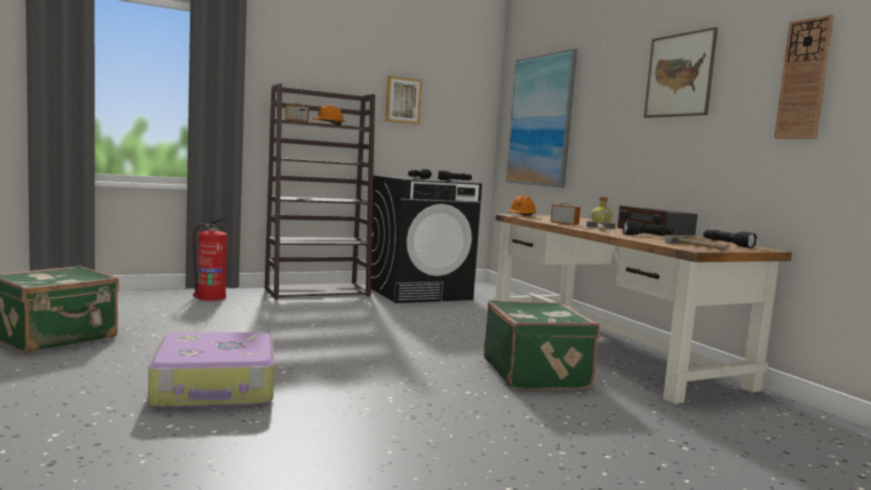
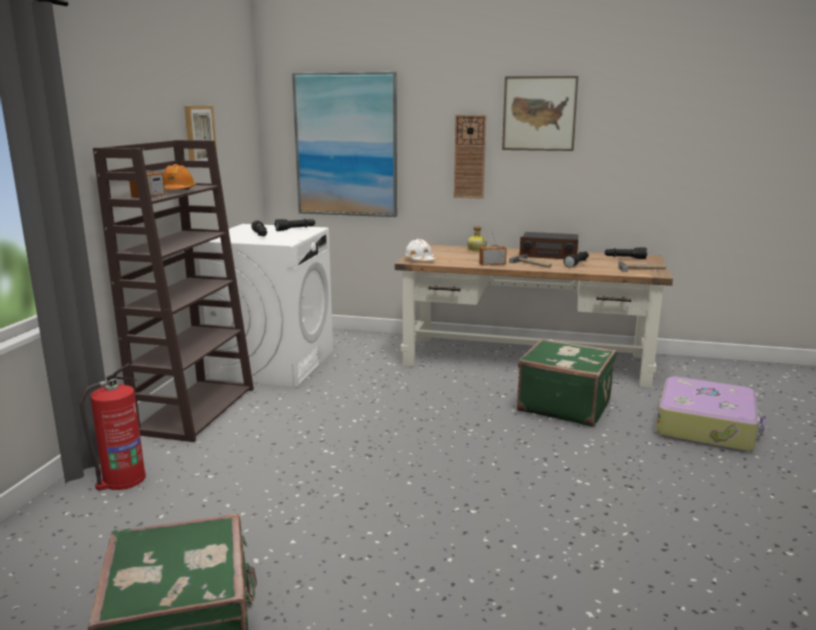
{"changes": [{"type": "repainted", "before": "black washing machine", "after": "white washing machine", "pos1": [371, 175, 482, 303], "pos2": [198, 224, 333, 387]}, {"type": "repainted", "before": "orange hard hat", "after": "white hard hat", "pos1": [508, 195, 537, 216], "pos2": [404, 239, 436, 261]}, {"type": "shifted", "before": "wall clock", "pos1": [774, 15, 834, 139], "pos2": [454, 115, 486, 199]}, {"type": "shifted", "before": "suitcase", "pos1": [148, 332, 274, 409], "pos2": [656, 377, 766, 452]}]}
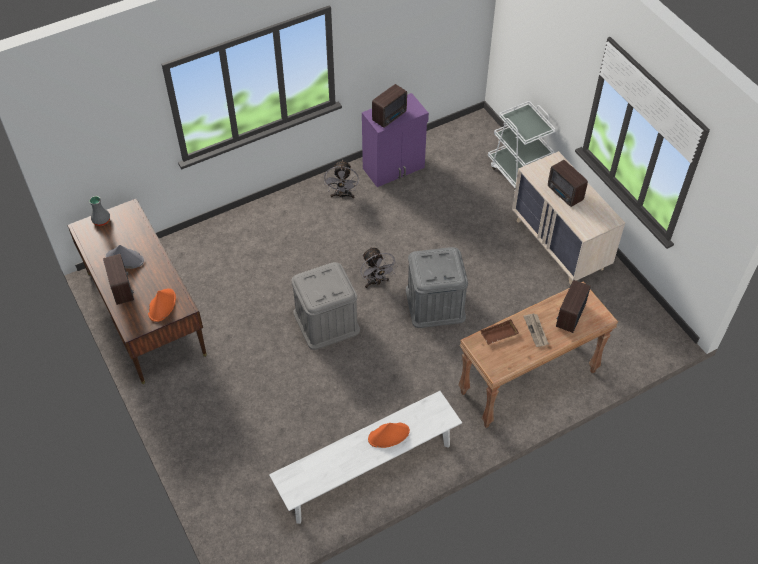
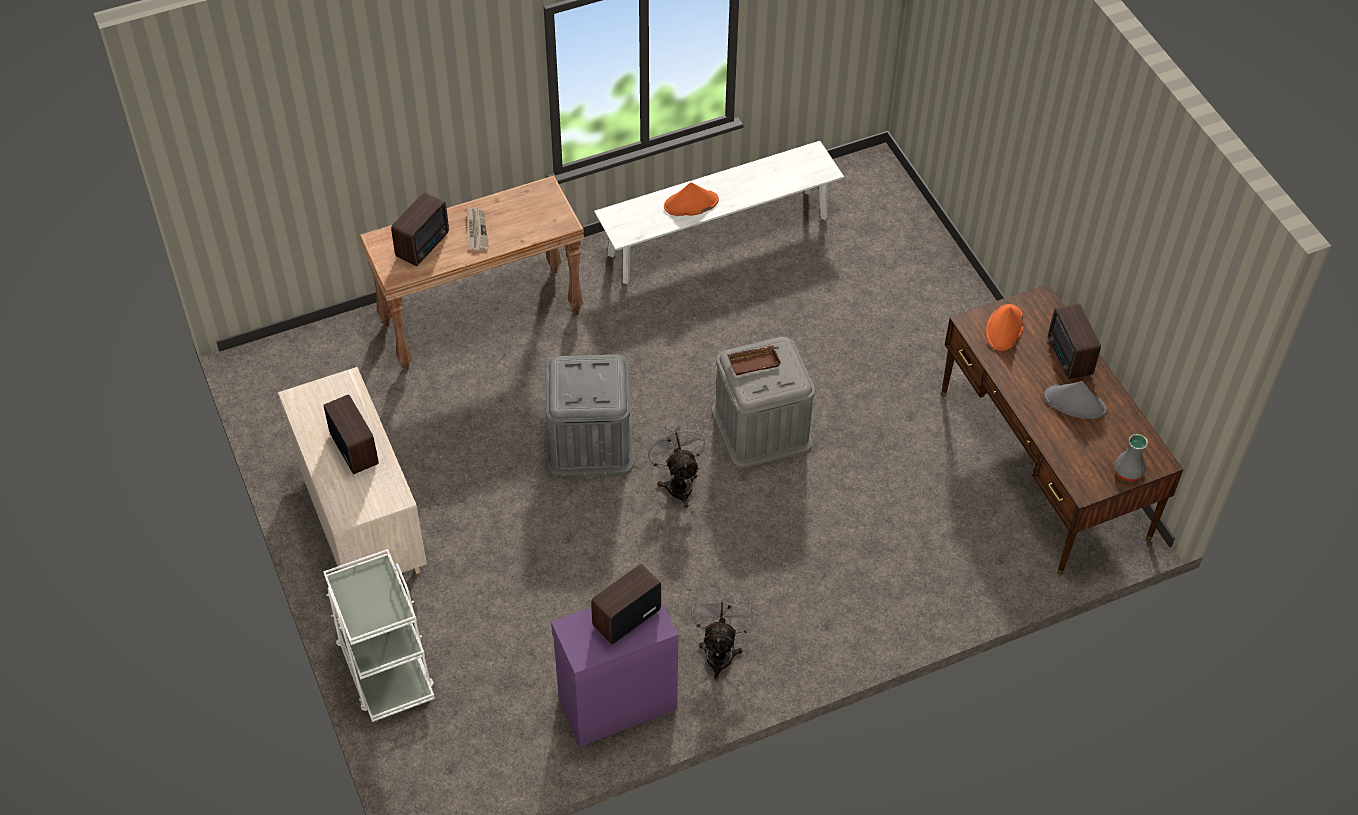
{"changes": [{"type": "shifted", "before": "brown tray", "pos1": [480, 319, 519, 344], "pos2": [727, 345, 781, 375]}]}
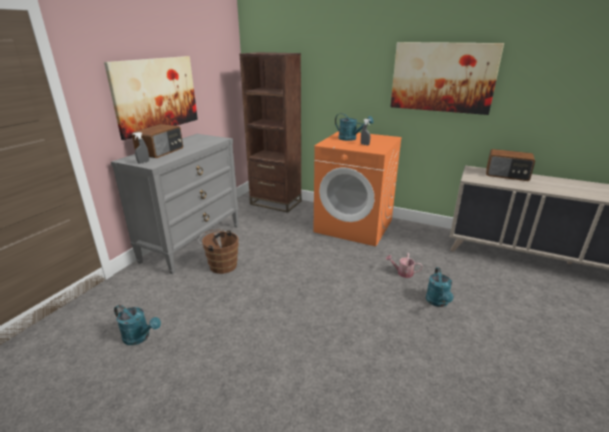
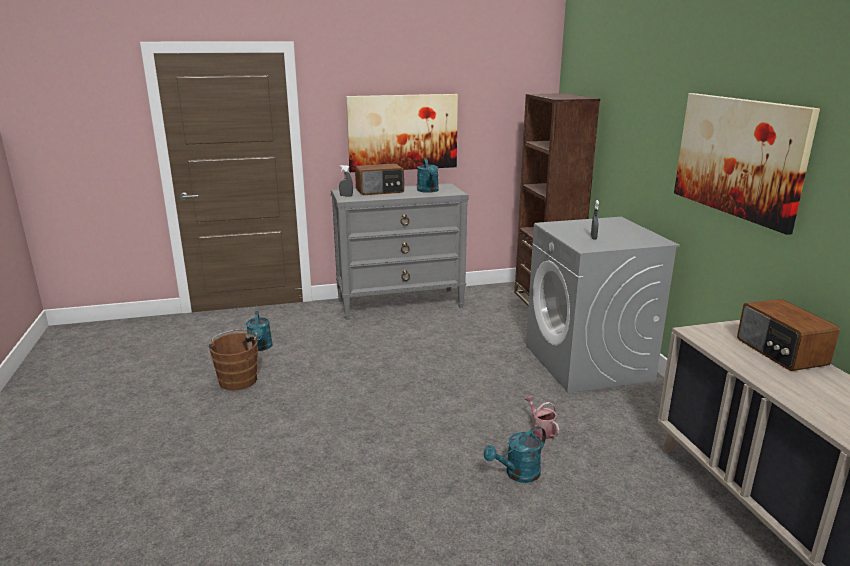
{"changes": [{"type": "shifted", "before": "brown bucket", "pos1": [198, 229, 239, 274], "pos2": [207, 330, 261, 391]}, {"type": "shifted", "before": "turquoise watering can", "pos1": [335, 113, 373, 141], "pos2": [417, 159, 439, 193]}, {"type": "repainted", "before": "orange washing machine", "after": "grey washing machine", "pos1": [313, 131, 402, 246], "pos2": [526, 217, 680, 393]}]}
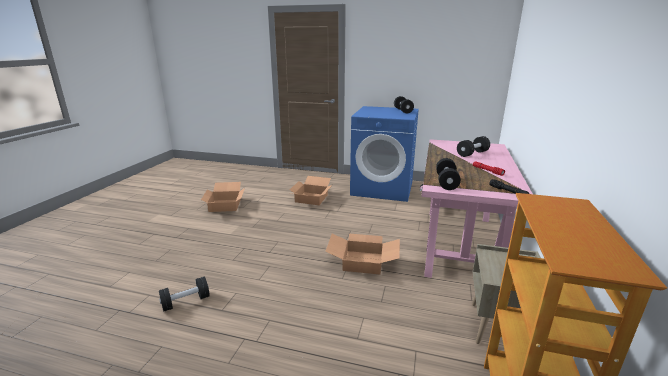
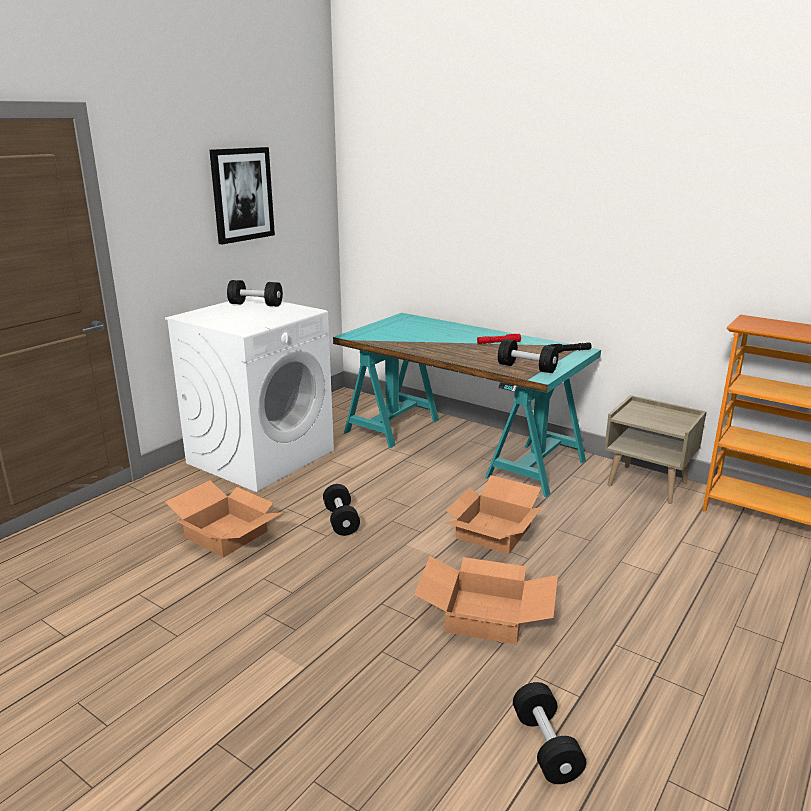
{"changes": [{"type": "repainted", "before": "blue washing machine", "after": "white washing machine", "pos1": [350, 106, 419, 202], "pos2": [165, 296, 334, 492]}, {"type": "new", "after": "picture", "pos2": [210, 147, 275, 244]}, {"type": "shifted", "before": "black dumbbell", "pos1": [457, 136, 490, 157], "pos2": [323, 484, 360, 536]}, {"type": "repainted", "before": "pink desk", "after": "turquoise desk", "pos1": [420, 139, 533, 278], "pos2": [333, 313, 601, 497]}, {"type": "shifted", "before": "cardboard box", "pos1": [201, 182, 245, 212], "pos2": [414, 556, 558, 644]}]}
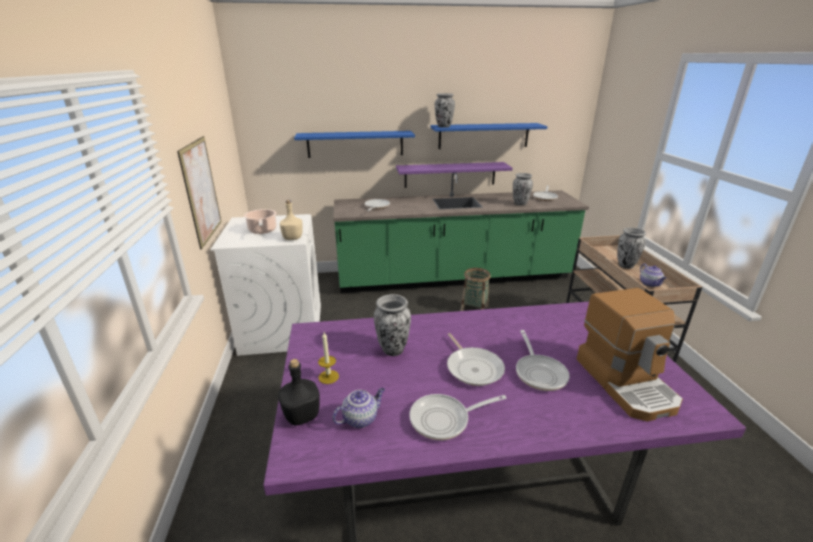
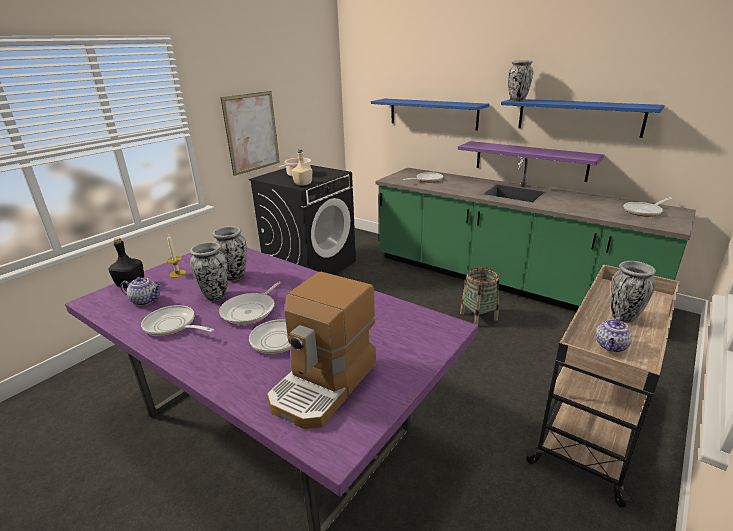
{"changes": [{"type": "shifted", "before": "vase", "pos1": [513, 173, 533, 206], "pos2": [190, 242, 228, 301]}, {"type": "repainted", "before": "white washing machine", "after": "black washing machine", "pos1": [211, 214, 321, 356], "pos2": [249, 165, 356, 275]}]}
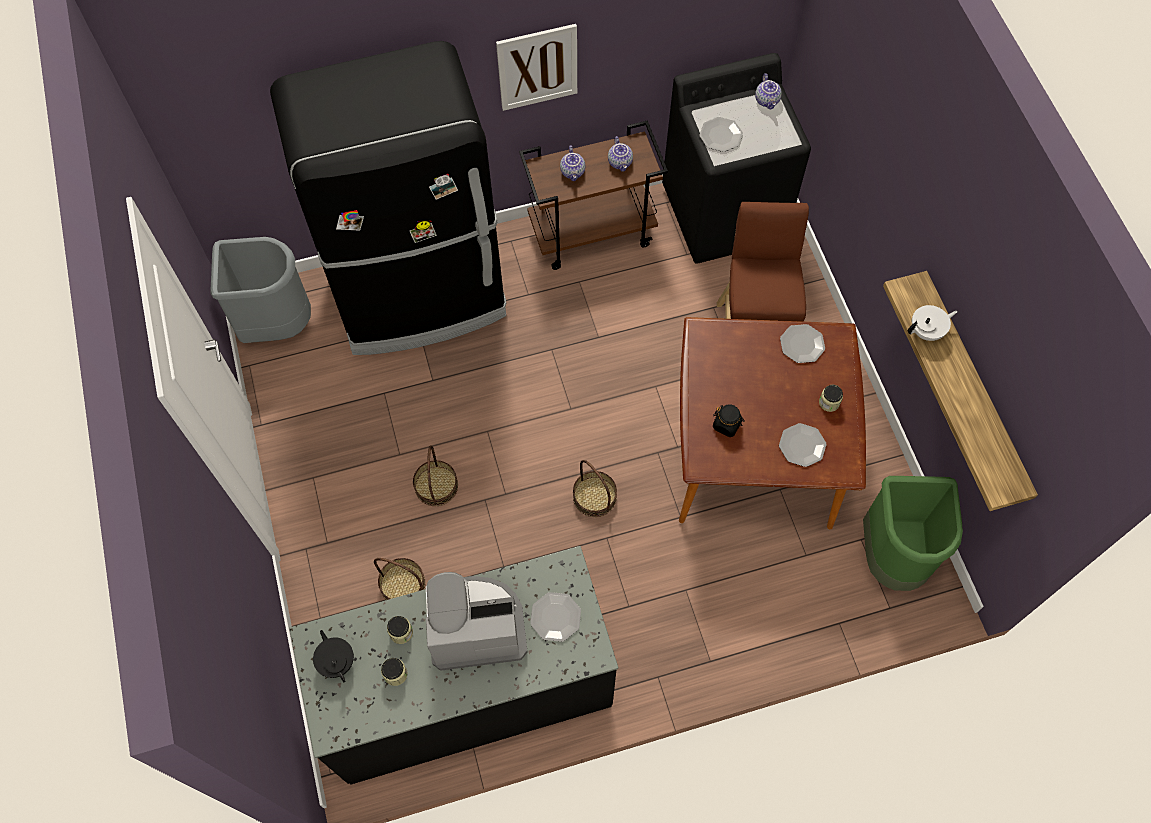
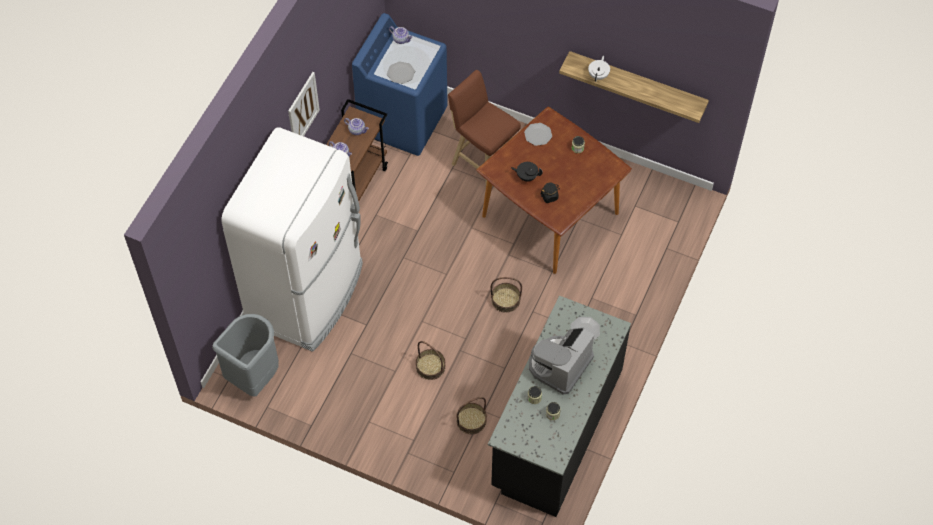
{"changes": [{"type": "repainted", "before": "black fridge", "after": "white fridge", "pos1": [270, 41, 506, 355], "pos2": [221, 127, 363, 352]}, {"type": "repainted", "before": "black washing machine", "after": "blue washing machine", "pos1": [662, 53, 811, 264], "pos2": [352, 13, 448, 156]}, {"type": "shifted", "before": "black teapot", "pos1": [313, 630, 354, 682], "pos2": [511, 162, 543, 181]}, {"type": "gone", "before": "plate", "pos1": [779, 423, 827, 467]}, {"type": "gone", "before": "green trash can", "pos1": [863, 476, 963, 591]}]}
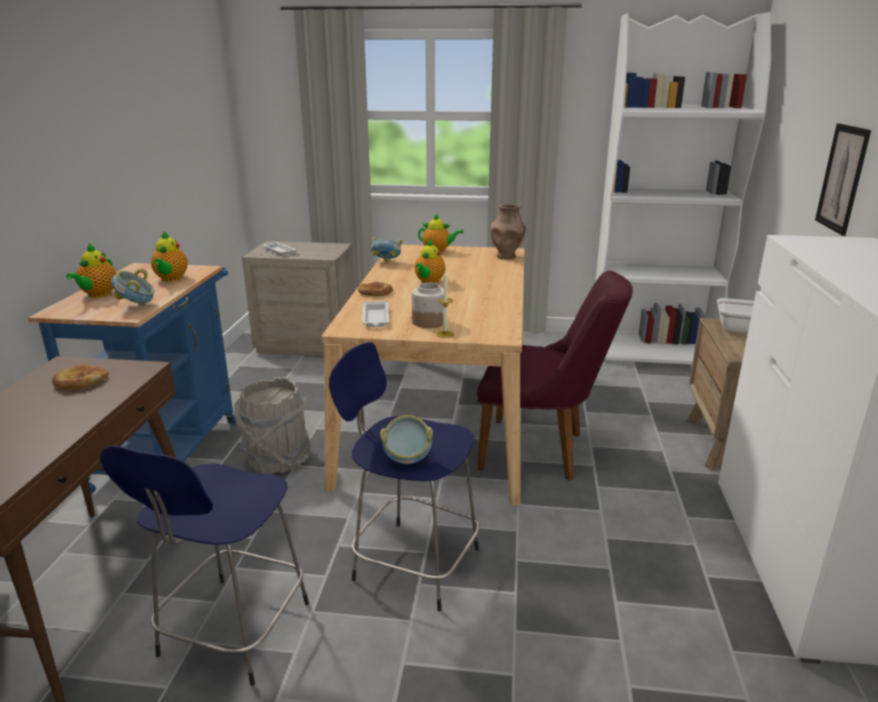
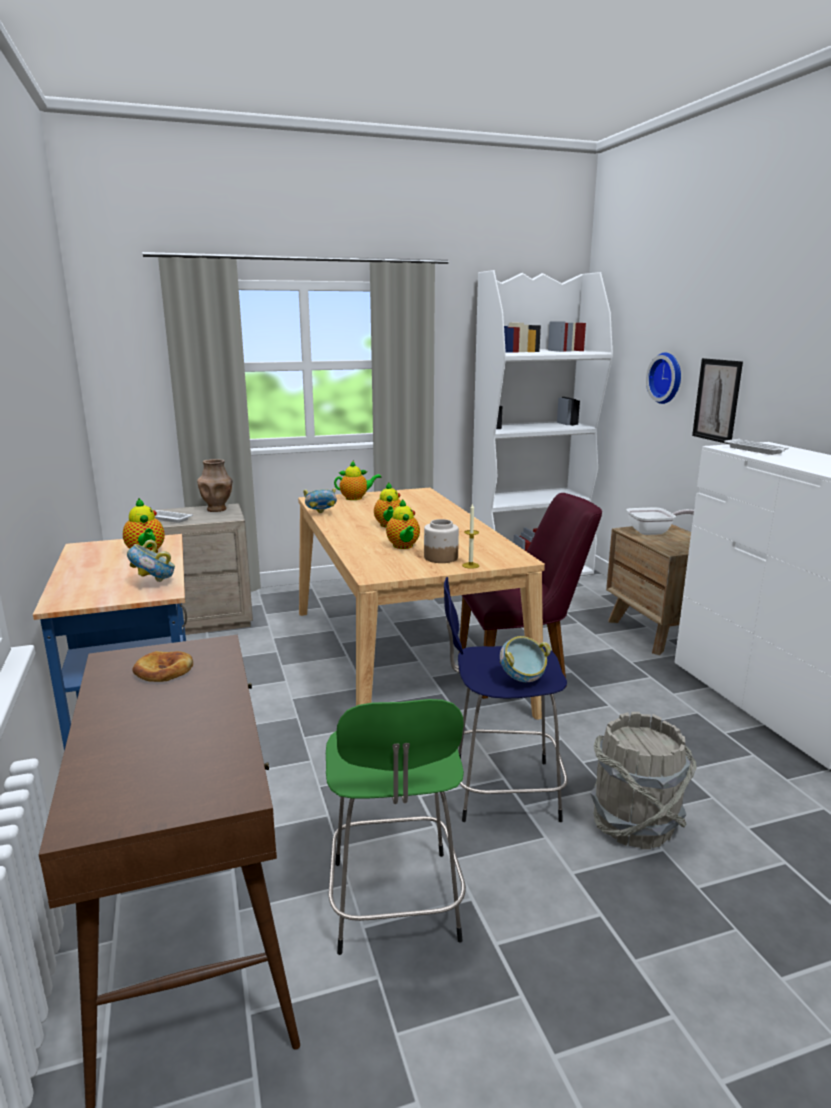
{"changes": [{"type": "shifted", "before": "brown vase", "pos1": [490, 204, 526, 259], "pos2": [197, 459, 233, 512]}, {"type": "repainted", "before": "blue stool", "after": "green stool", "pos1": [100, 445, 309, 686], "pos2": [326, 699, 466, 955]}, {"type": "shifted", "before": "teapot", "pos1": [66, 243, 117, 298], "pos2": [386, 499, 420, 549]}, {"type": "shifted", "before": "grey bucket", "pos1": [234, 377, 311, 474], "pos2": [590, 712, 697, 849]}, {"type": "new", "after": "wall clock", "pos2": [646, 352, 681, 404]}, {"type": "shifted", "before": "white tray", "pos1": [362, 301, 389, 327], "pos2": [724, 439, 789, 455]}, {"type": "gone", "before": "bread", "pos1": [358, 282, 393, 296]}]}
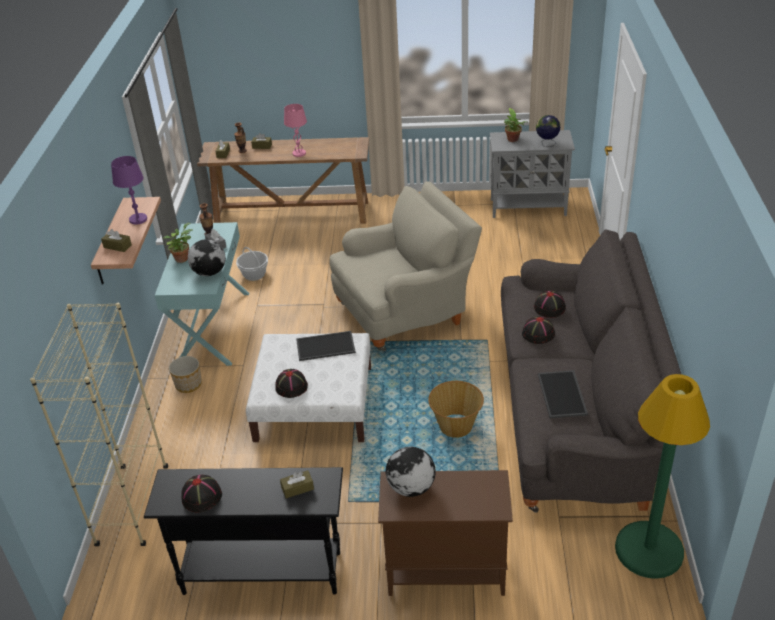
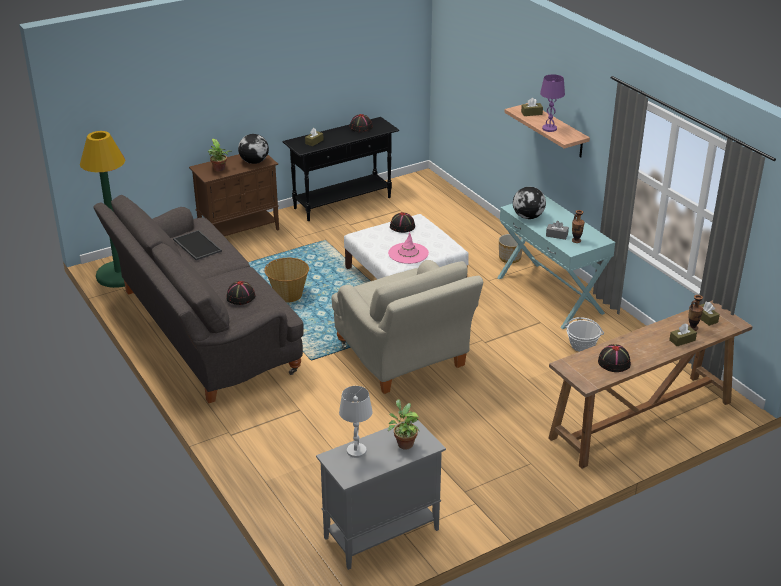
{"changes": [{"type": "shifted", "before": "potted plant", "pos1": [163, 223, 193, 263], "pos2": [208, 138, 230, 172]}, {"type": "rotated", "before": "beige armchair", "pos1": [330, 181, 482, 351], "pos2": [332, 260, 483, 394], "turn": -60}, {"type": "swapped", "before": "globe", "after": "white table lamp", "pos1": [536, 115, 560, 147], "pos2": [339, 386, 373, 458]}, {"type": "swapped", "before": "tray", "after": "pink hat", "pos1": [296, 331, 356, 361], "pos2": [388, 232, 429, 264]}, {"type": "shifted", "before": "black hat", "pos1": [522, 316, 555, 344], "pos2": [598, 344, 631, 372]}, {"type": "gone", "before": "beige bookcase", "pos1": [30, 303, 168, 546]}, {"type": "gone", "before": "pink table lamp", "pos1": [284, 104, 307, 157]}]}
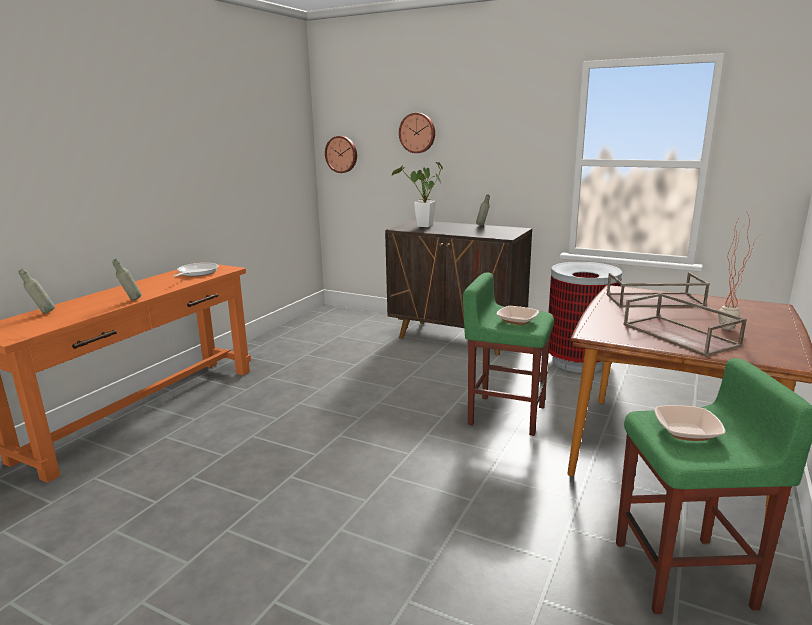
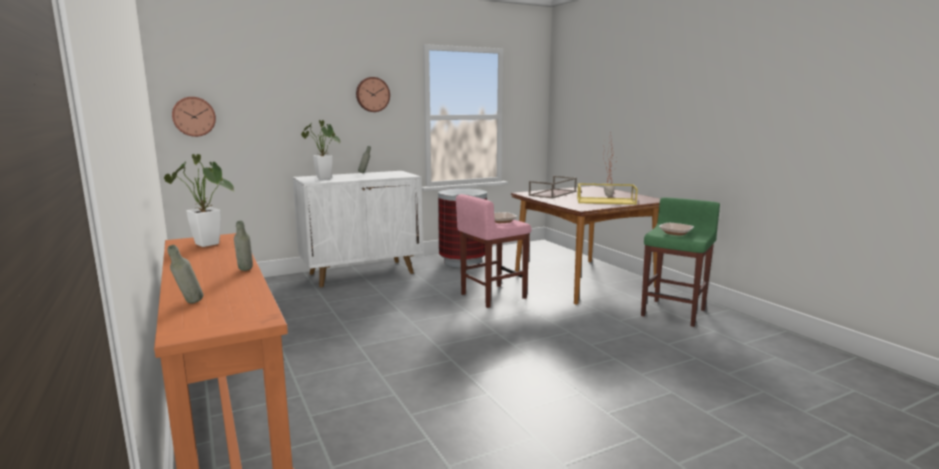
{"changes": [{"type": "swapped", "before": "frying pan", "after": "potted plant", "pos1": [173, 263, 219, 277], "pos2": [164, 154, 234, 247]}, {"type": "repainted", "before": "brown cabinet", "after": "white cabinet", "pos1": [385, 220, 532, 355], "pos2": [292, 171, 423, 287]}, {"type": "shifted", "before": "wall clock", "pos1": [399, 113, 435, 153], "pos2": [356, 77, 390, 112]}, {"type": "repainted", "before": "green stool", "after": "pink stool", "pos1": [463, 272, 554, 436], "pos2": [456, 194, 531, 308]}, {"type": "repainted", "before": "brown tray", "after": "yellow tray", "pos1": [623, 293, 747, 357], "pos2": [577, 183, 638, 205]}]}
